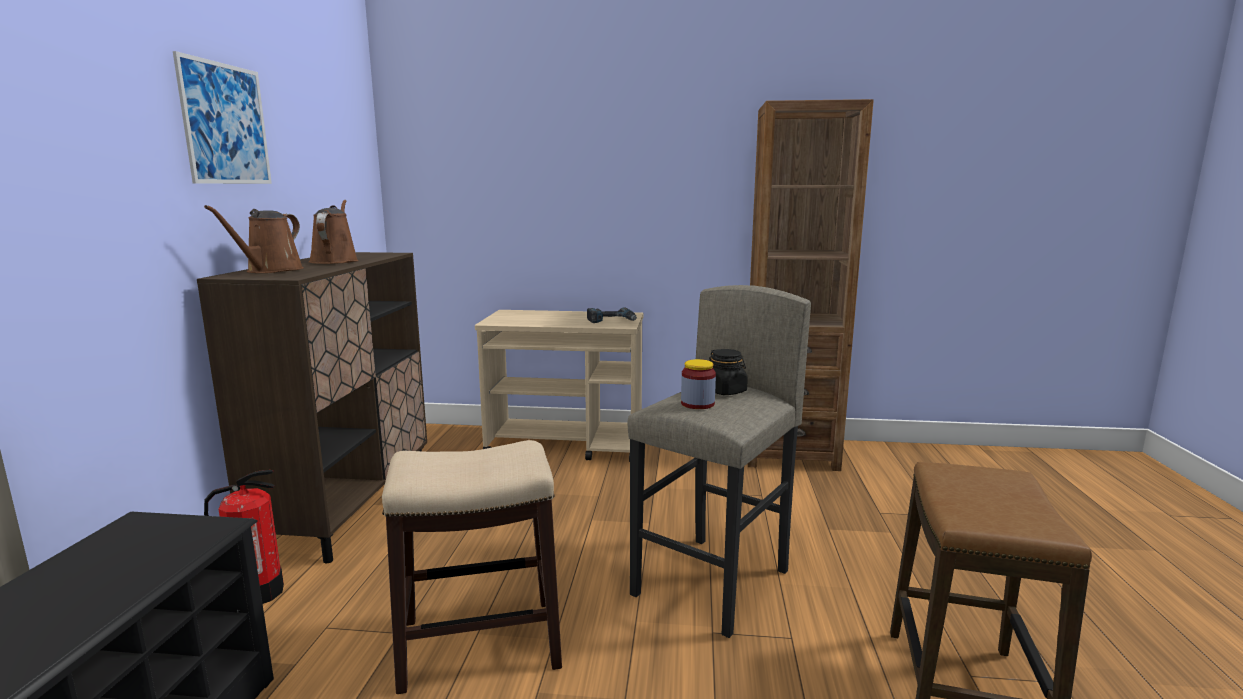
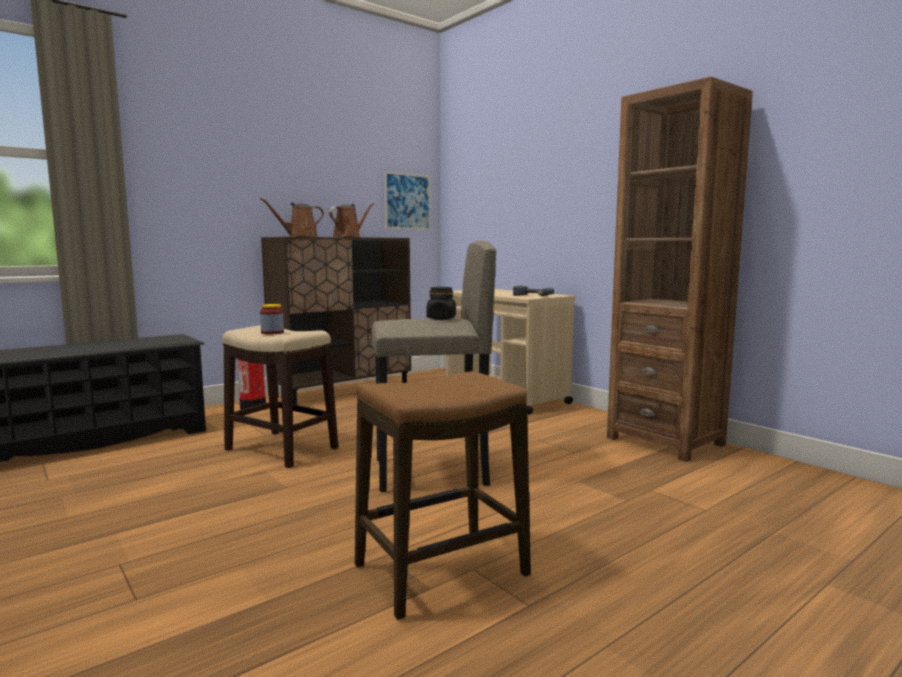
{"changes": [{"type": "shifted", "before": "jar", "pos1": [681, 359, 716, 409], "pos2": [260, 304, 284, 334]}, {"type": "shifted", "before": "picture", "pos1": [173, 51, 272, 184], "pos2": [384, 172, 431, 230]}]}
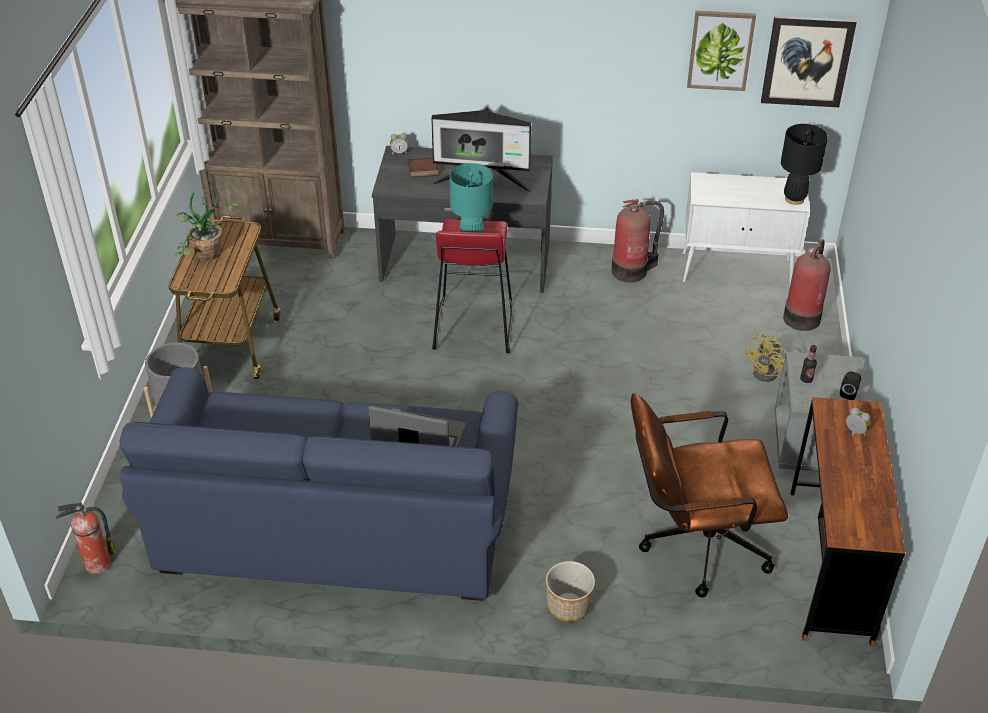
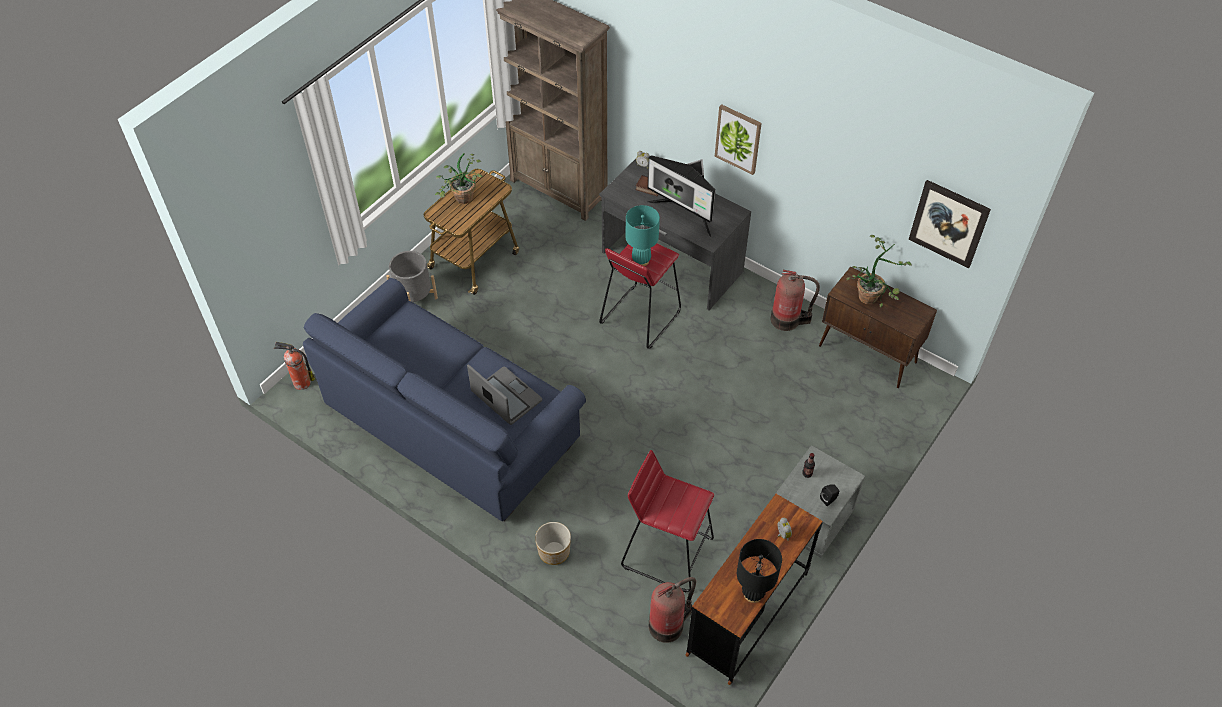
{"changes": [{"type": "swapped", "before": "brown office chair", "after": "red stool", "pos1": [631, 393, 788, 597], "pos2": [621, 450, 714, 592]}, {"type": "shifted", "before": "fire extinguisher", "pos1": [783, 239, 830, 331], "pos2": [649, 577, 696, 643]}, {"type": "shifted", "before": "picture", "pos1": [687, 11, 756, 91], "pos2": [715, 104, 762, 175]}, {"type": "shifted", "before": "black table lamp", "pos1": [781, 124, 828, 205], "pos2": [737, 539, 782, 603]}, {"type": "repainted", "before": "white cabinet", "after": "brown cabinet", "pos1": [683, 172, 810, 288], "pos2": [819, 267, 937, 388]}, {"type": "new", "after": "potted plant", "pos2": [847, 235, 912, 307]}, {"type": "gone", "before": "yellow fan", "pos1": [744, 333, 802, 382]}]}
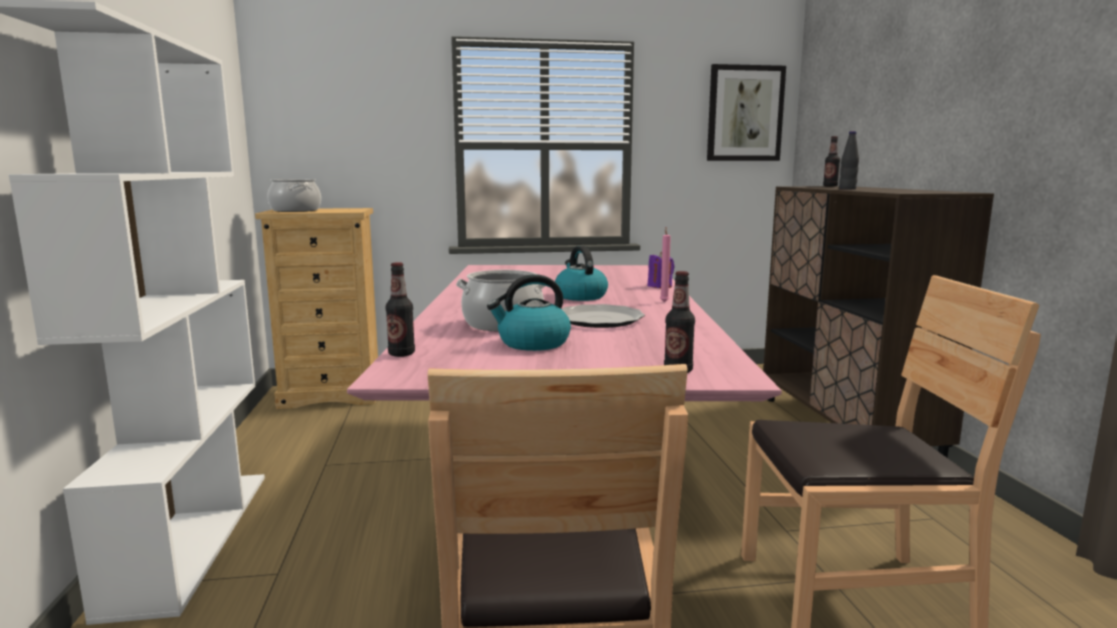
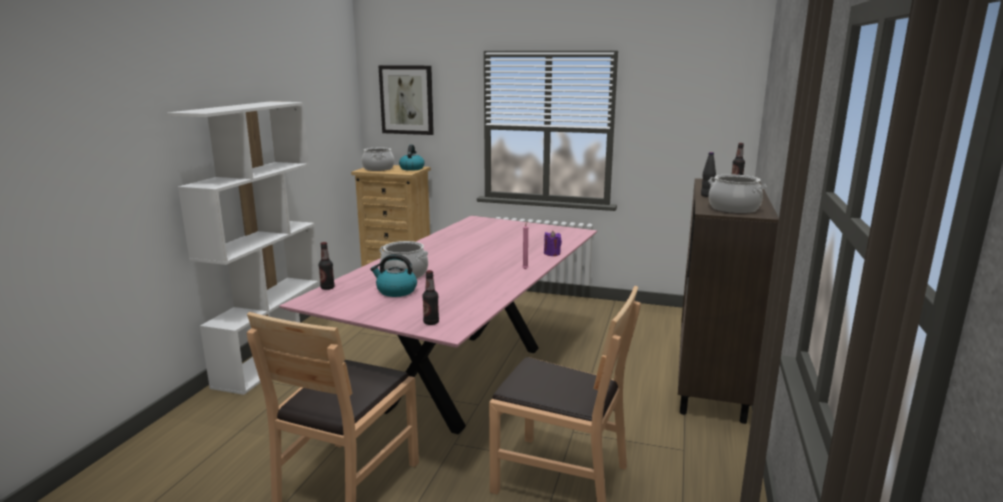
{"changes": [{"type": "shifted", "before": "picture", "pos1": [707, 64, 786, 161], "pos2": [378, 65, 434, 135]}, {"type": "shifted", "before": "kettle", "pos1": [555, 246, 608, 301], "pos2": [399, 145, 425, 171]}, {"type": "new", "after": "cooking pot", "pos2": [708, 174, 766, 213]}, {"type": "gone", "before": "plate", "pos1": [562, 304, 645, 328]}]}
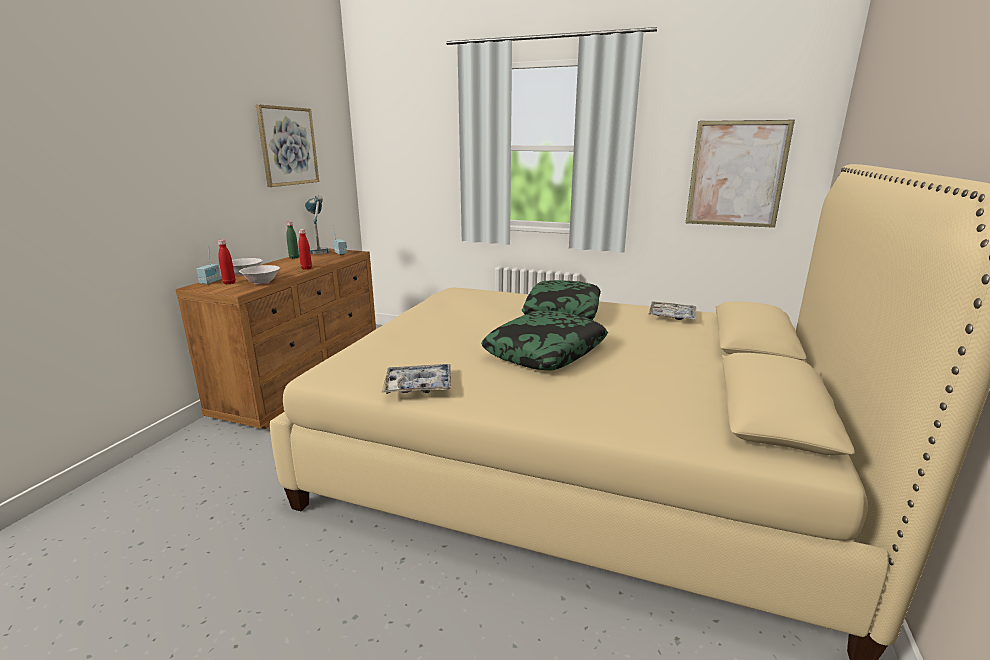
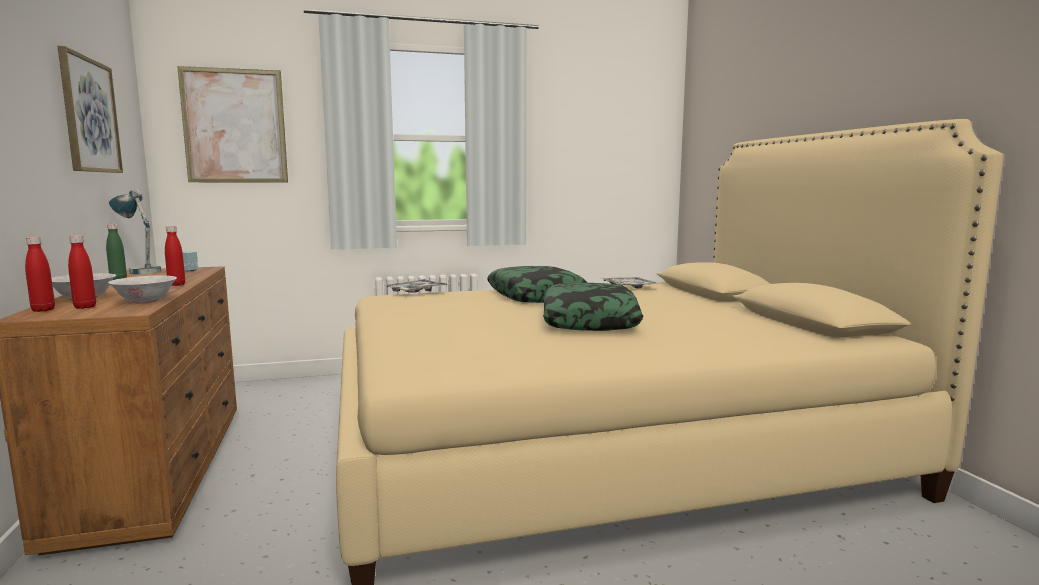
{"changes": [{"type": "swapped", "before": "radio", "after": "red bottle", "pos1": [196, 246, 221, 285], "pos2": [25, 237, 55, 312]}, {"type": "shifted", "before": "picture", "pos1": [686, 120, 795, 228], "pos2": [177, 66, 288, 182]}, {"type": "shifted", "before": "tray", "pos1": [382, 364, 451, 394], "pos2": [386, 279, 448, 293]}]}
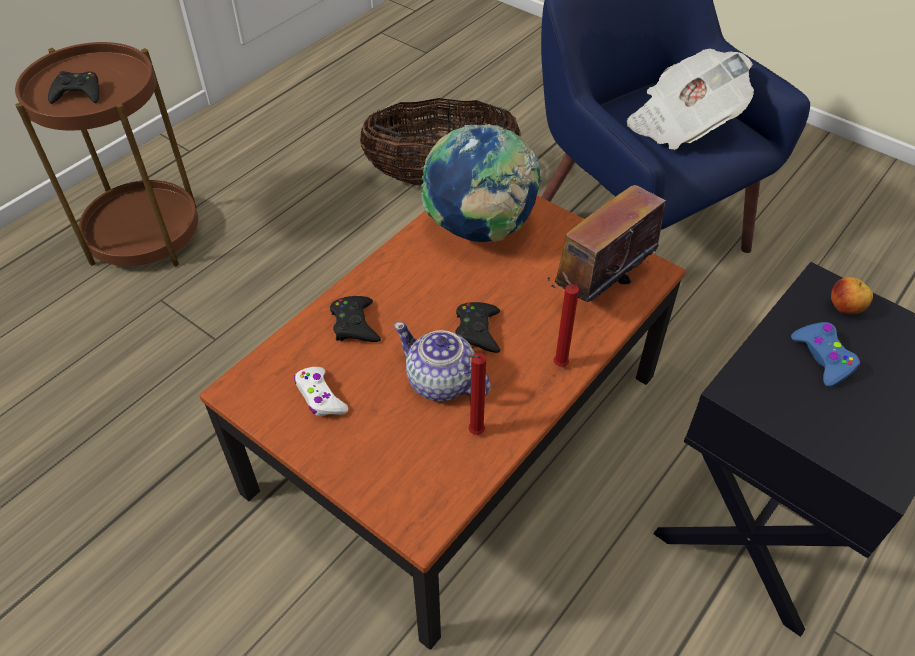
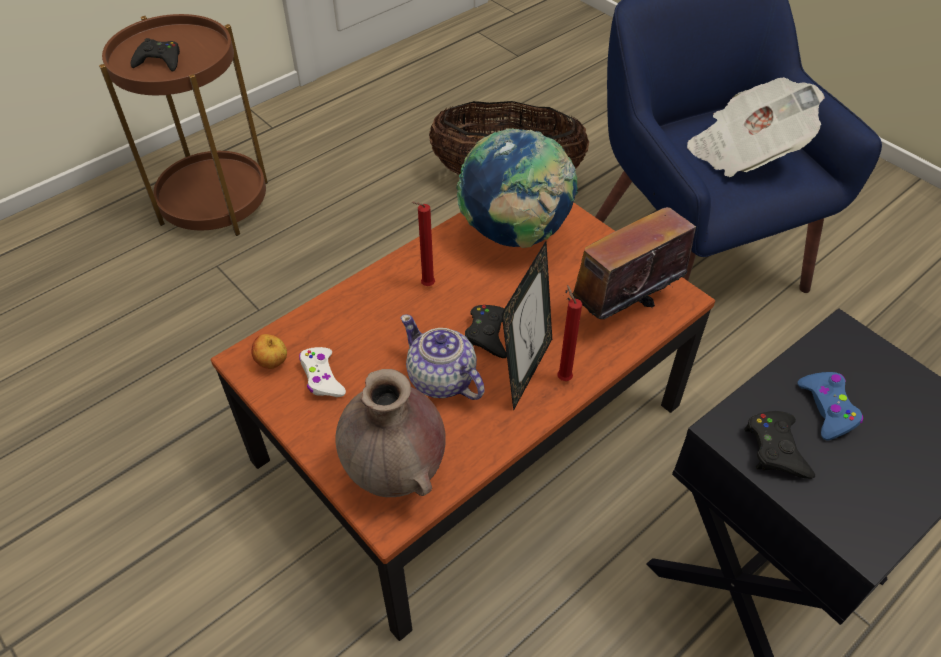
{"changes": [{"type": "shifted", "before": "apple", "pos1": [831, 277, 873, 314], "pos2": [251, 334, 287, 369]}, {"type": "new", "after": "brown vase", "pos2": [335, 369, 446, 497]}, {"type": "shifted", "before": "red candle", "pos1": [467, 353, 486, 435], "pos2": [411, 202, 435, 286]}, {"type": "new", "after": "picture frame", "pos2": [502, 241, 552, 411]}, {"type": "shifted", "before": "black game controller", "pos1": [330, 296, 381, 342], "pos2": [744, 411, 815, 479]}]}
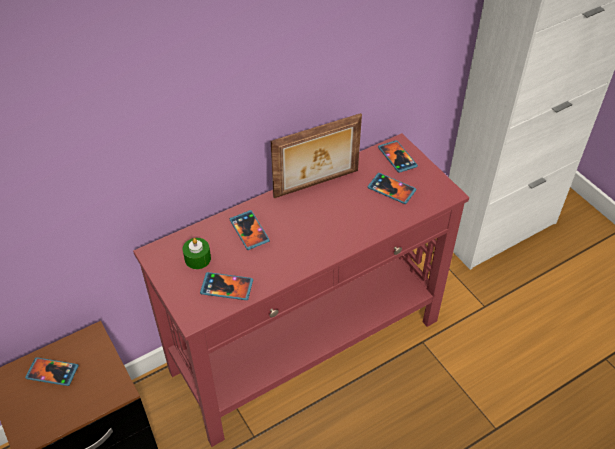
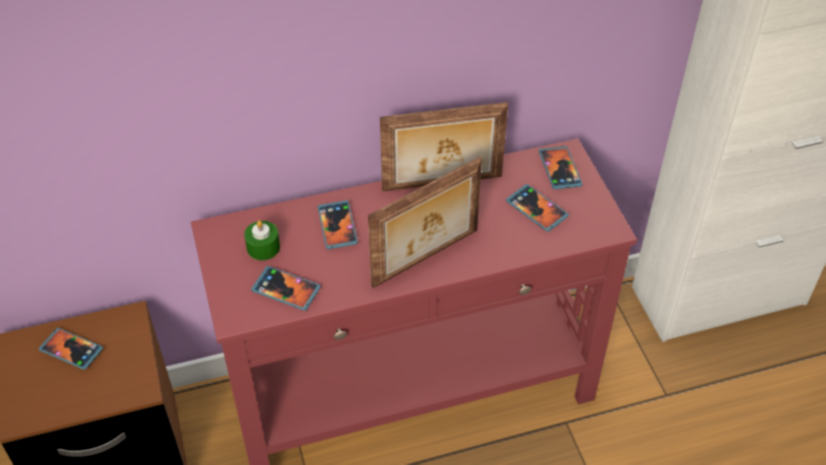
{"changes": [{"type": "new", "after": "picture frame", "pos2": [368, 157, 482, 288]}]}
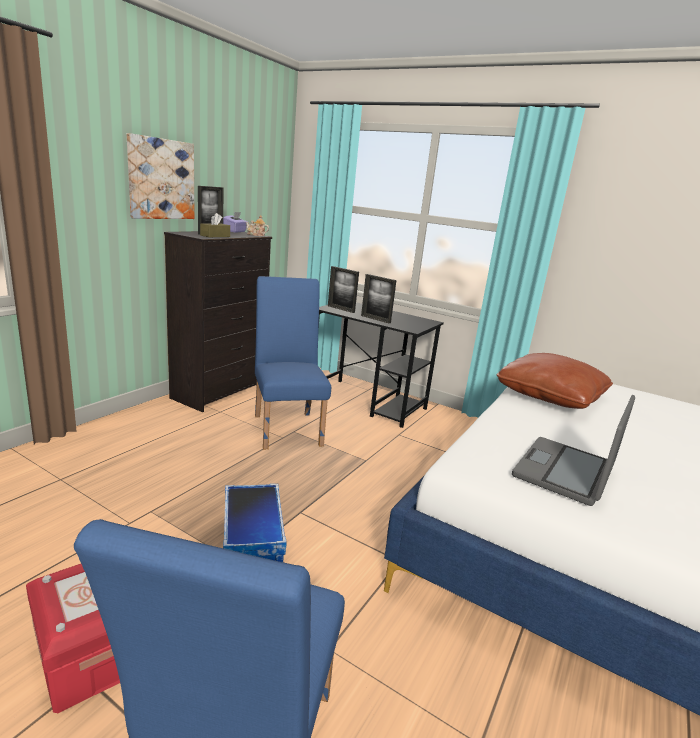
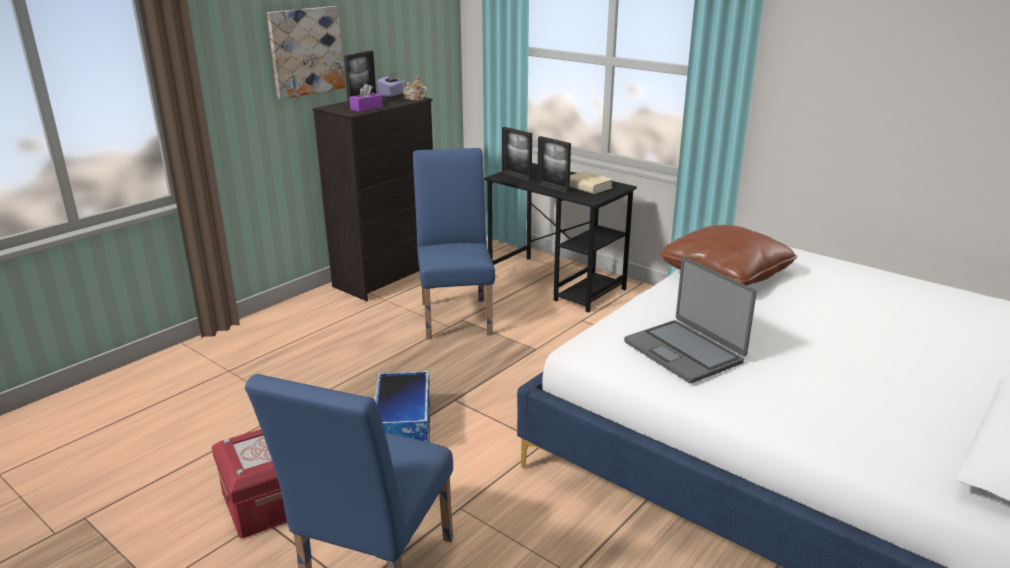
{"changes": [{"type": "repainted", "before": "brown tissue box", "after": "purple tissue box", "pos1": [200, 213, 230, 237], "pos2": [349, 83, 383, 112]}, {"type": "new", "after": "beige book", "pos2": [570, 171, 613, 194]}, {"type": "rotated", "before": "laptop", "pos1": [512, 395, 635, 506], "pos2": [624, 257, 756, 383], "turn": -75}]}
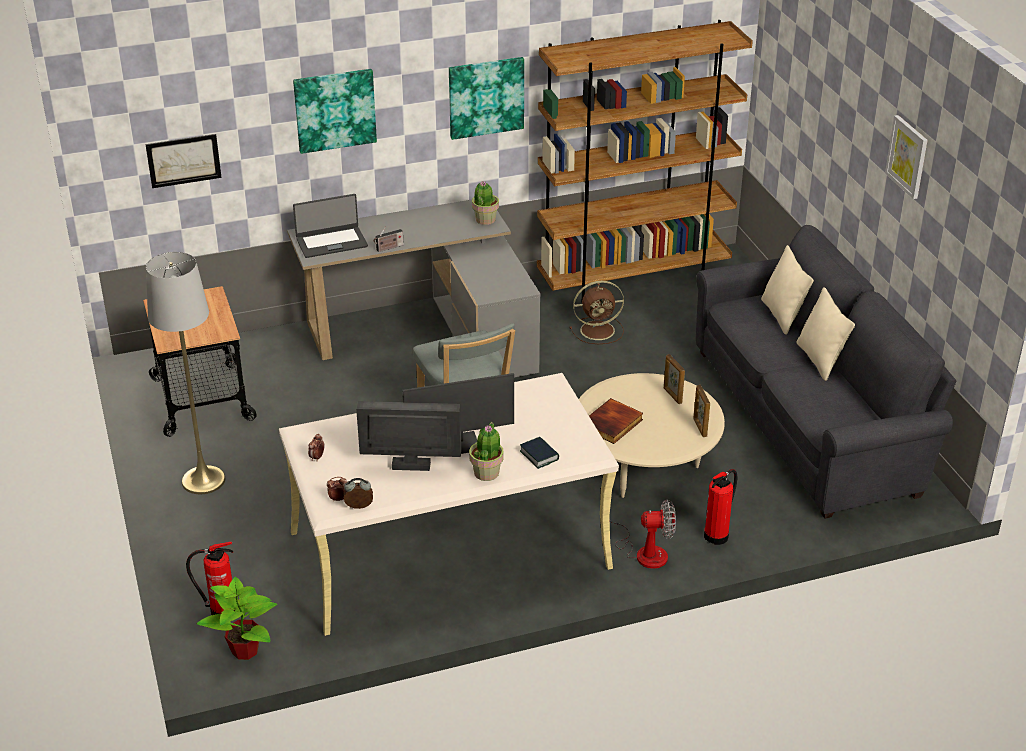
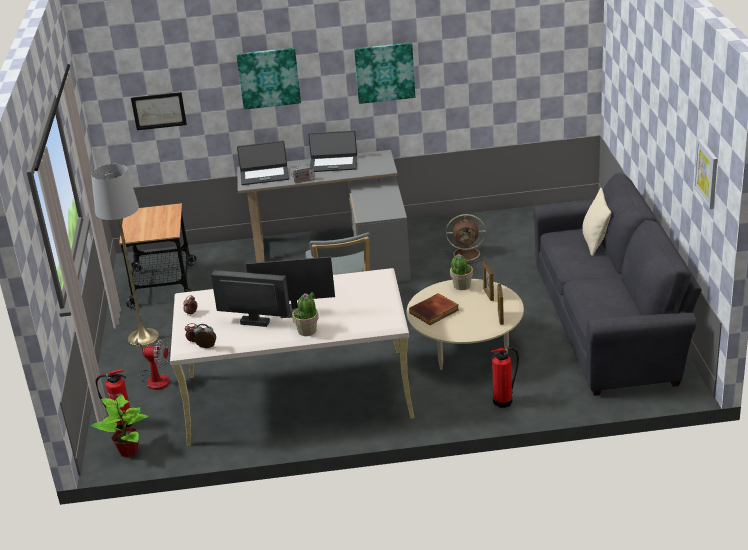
{"changes": [{"type": "shifted", "before": "fan", "pos1": [610, 500, 676, 569], "pos2": [135, 339, 170, 390]}, {"type": "new", "after": "laptop", "pos2": [308, 131, 357, 172]}, {"type": "shifted", "before": "potted plant", "pos1": [472, 181, 499, 225], "pos2": [450, 254, 473, 290]}, {"type": "shifted", "before": "picture", "pos1": [885, 115, 928, 199], "pos2": [694, 139, 718, 209]}, {"type": "gone", "before": "book", "pos1": [520, 437, 559, 469]}, {"type": "gone", "before": "brown bookcase", "pos1": [537, 20, 753, 299]}, {"type": "gone", "before": "beige pillow", "pos1": [796, 287, 855, 381]}]}
